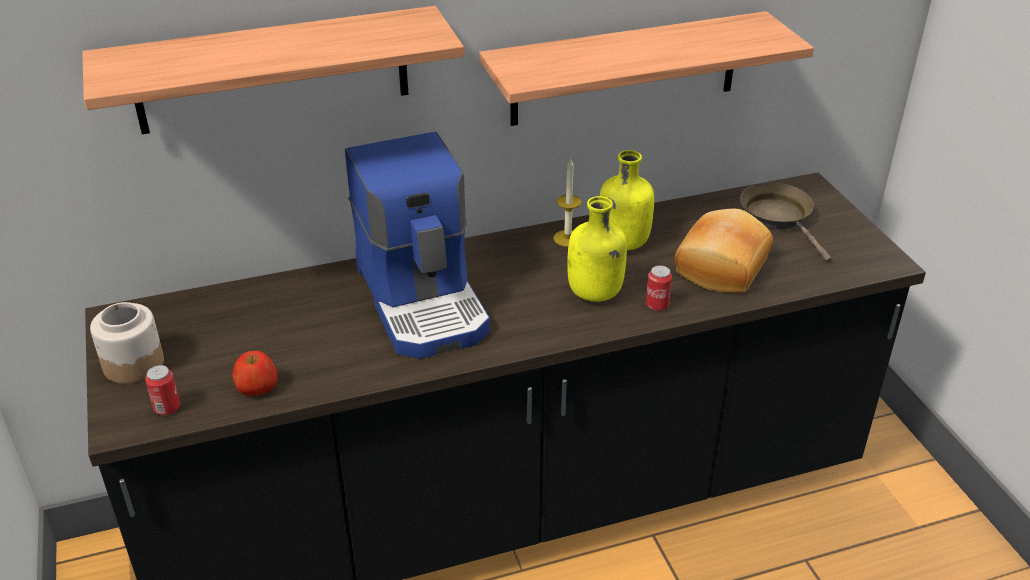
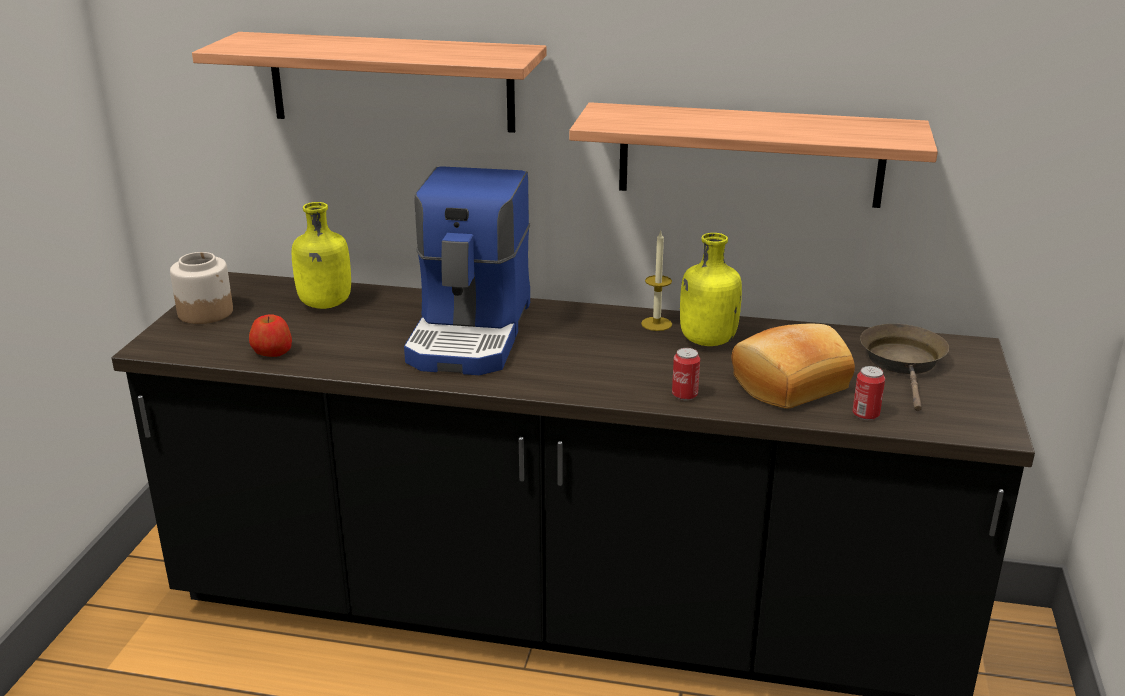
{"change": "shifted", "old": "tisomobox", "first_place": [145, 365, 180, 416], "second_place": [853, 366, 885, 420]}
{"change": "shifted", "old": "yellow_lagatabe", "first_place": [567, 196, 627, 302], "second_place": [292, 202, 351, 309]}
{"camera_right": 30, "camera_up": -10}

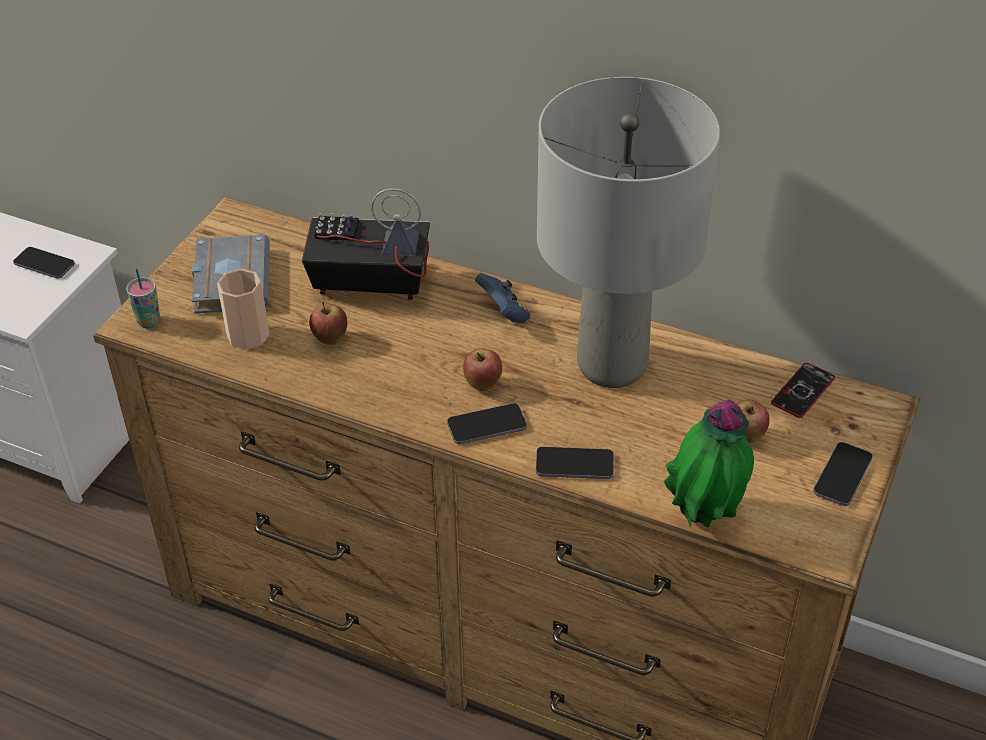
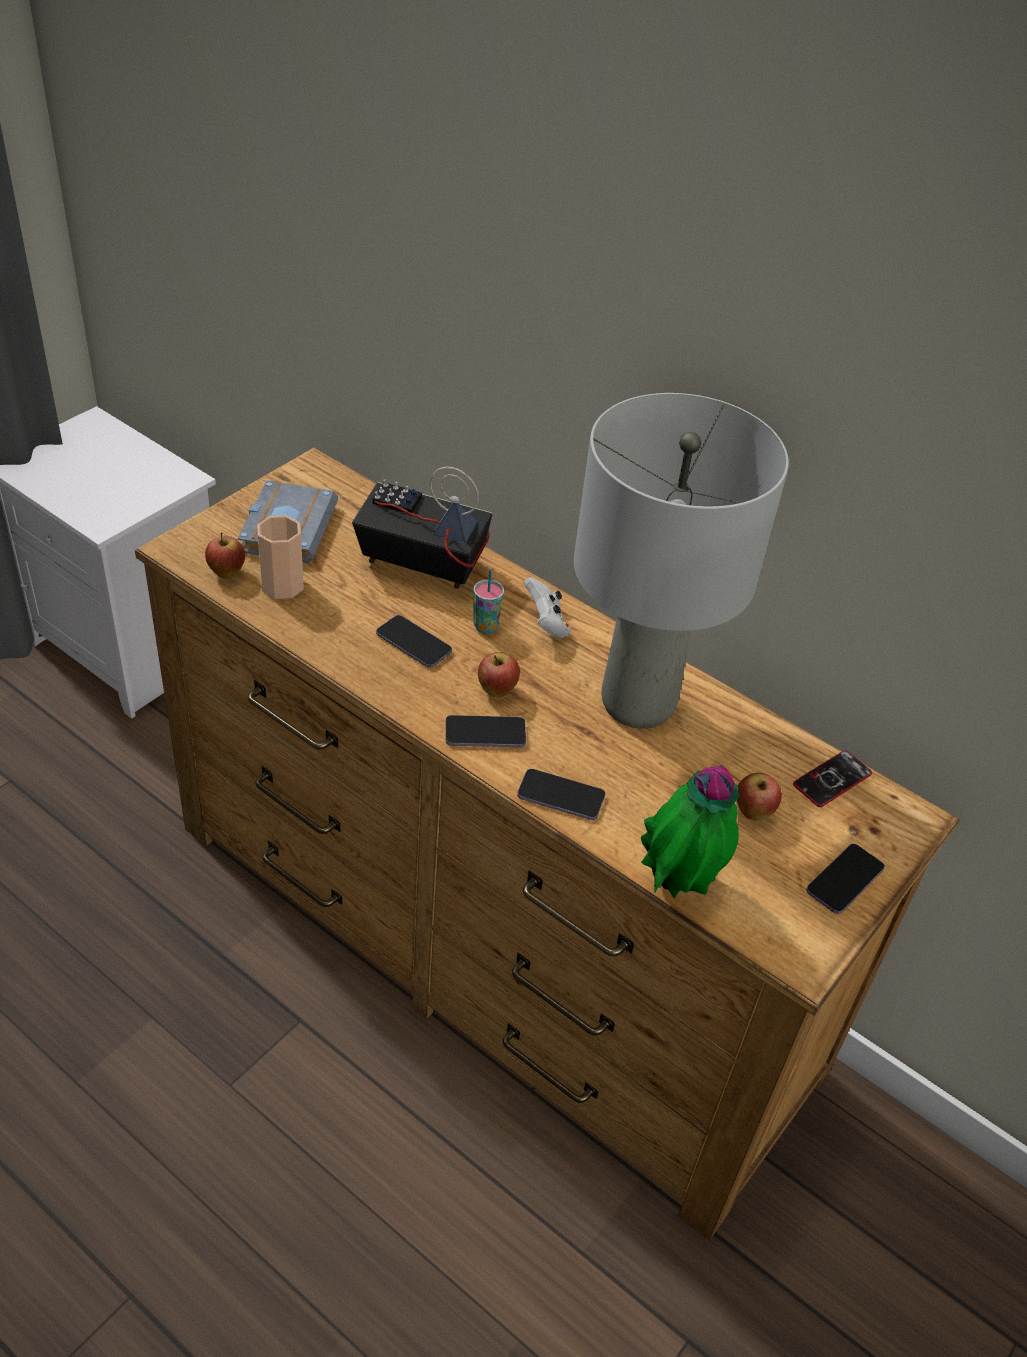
{"change": "shifted", "old": "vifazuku", "first_place": [13, 247, 75, 279], "second_place": [376, 615, 452, 668]}
{"change": "shifted", "old": "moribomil", "first_place": [126, 268, 160, 328], "second_place": [473, 570, 504, 634]}
{"change": "shifted", "old": "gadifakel", "first_place": [309, 302, 347, 345], "second_place": [205, 533, 245, 579]}
{"change": "repainted", "old": "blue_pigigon", "new": "white_pigigon", "first_place": [475, 273, 530, 323], "second_place": [523, 577, 571, 638]}
{"camera_right": 10, "camera_up": 0}

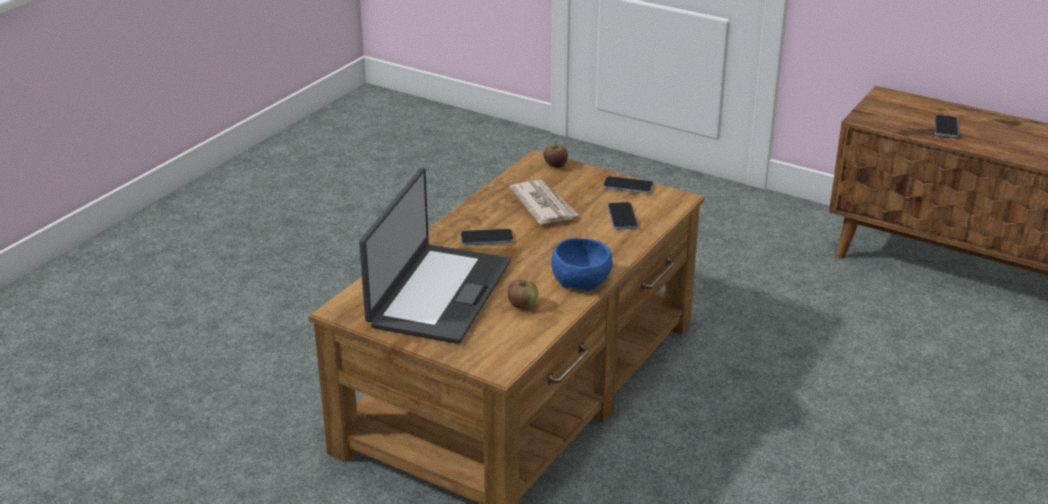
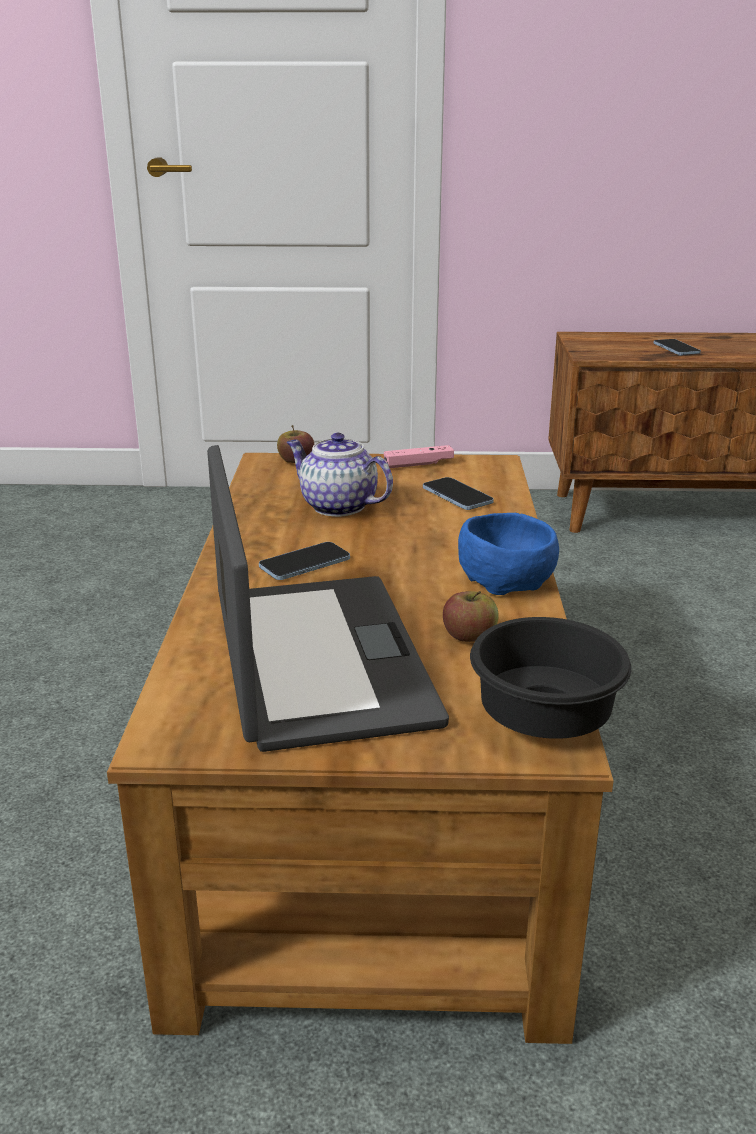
{"change": "new", "new": "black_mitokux", "second_place": [470, 617, 631, 739]}
{"change": "swapped", "old": "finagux", "new": "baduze", "first_place": [510, 180, 579, 225], "second_place": [287, 433, 393, 517]}
{"change": "swapped", "old": "vifazuku", "new": "pink_pigigon", "first_place": [603, 176, 654, 194], "second_place": [384, 445, 454, 468]}
{"camera_right": -30, "camera_up": -5}

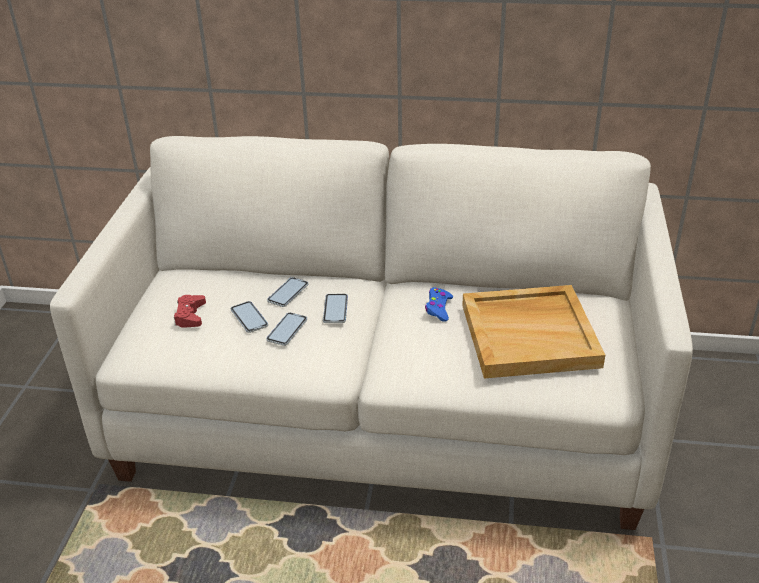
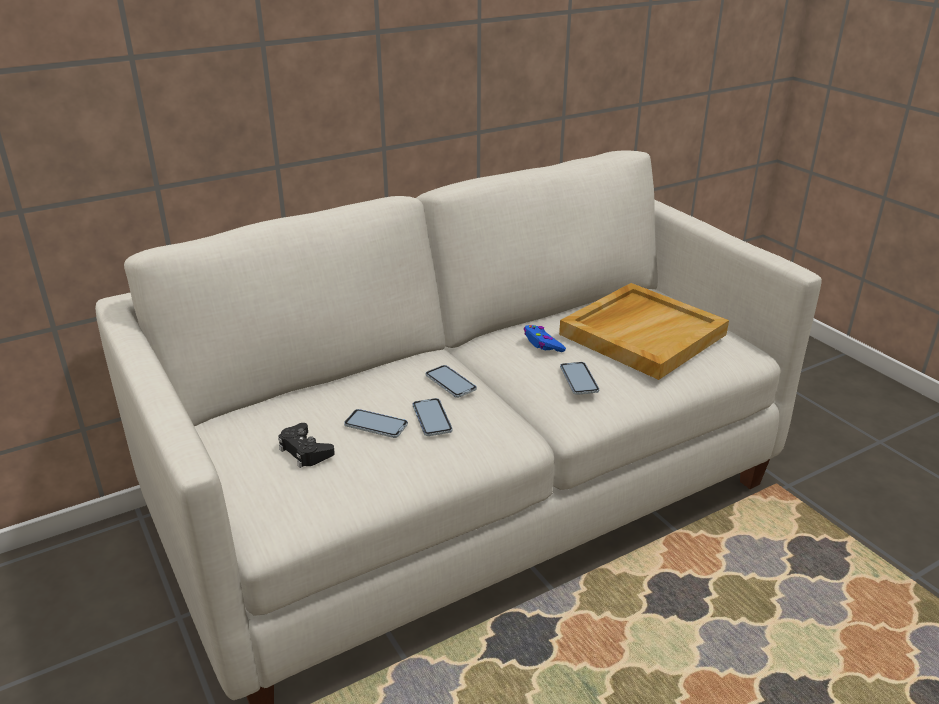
{"change": "shifted", "old": "vifazuku", "first_place": [267, 277, 309, 307], "second_place": [560, 362, 599, 395]}
{"change": "repainted", "old": "red_pigigon", "new": "black_pigigon", "first_place": [174, 295, 206, 328], "second_place": [278, 423, 335, 468]}
{"camera_right": -40, "camera_up": -5}

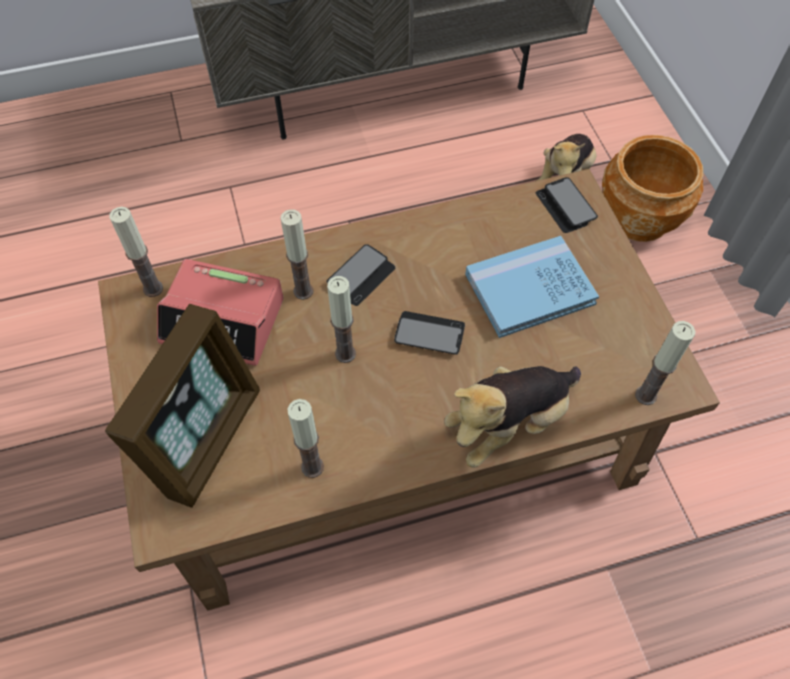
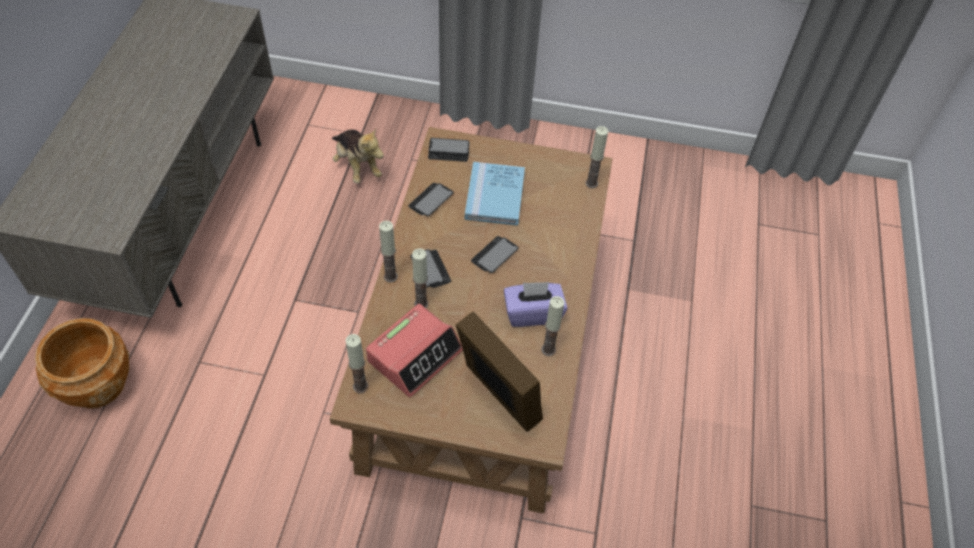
{"change": "gone", "old": "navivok", "first_place": [444, 366, 581, 468]}
{"change": "new", "new": "vifazuku", "second_place": [408, 183, 454, 216]}
{"change": "new", "new": "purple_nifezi", "second_place": [504, 282, 567, 327]}
{"change": "shifted", "old": "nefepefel", "first_place": [327, 276, 356, 363], "second_place": [379, 221, 398, 283]}
{"change": "shifted", "old": "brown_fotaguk", "first_place": [602, 135, 703, 242], "second_place": [35, 318, 129, 408]}
{"camera_right": -65, "camera_up": -5}

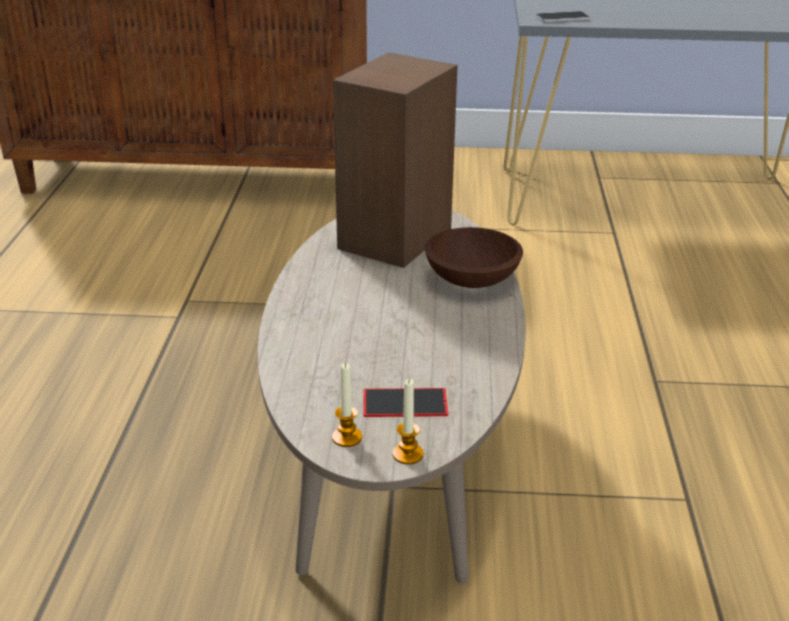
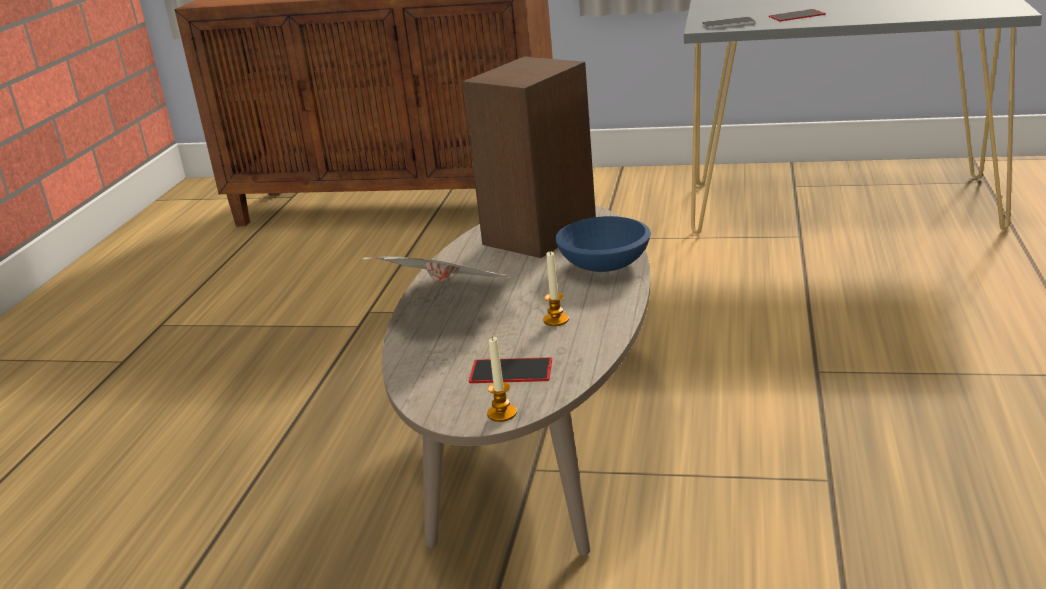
{"change": "new", "new": "finagux", "second_place": [362, 257, 510, 282]}
{"change": "new", "new": "vifazuku", "second_place": [769, 9, 826, 21]}
{"change": "shifted", "old": "nefepefel", "first_place": [332, 363, 362, 447], "second_place": [543, 252, 569, 326]}
{"change": "repainted", "old": "brown_mitokux", "new": "blue_mitokux", "first_place": [425, 227, 523, 288], "second_place": [555, 216, 651, 272]}
{"camera_right": 10, "camera_up": -5}

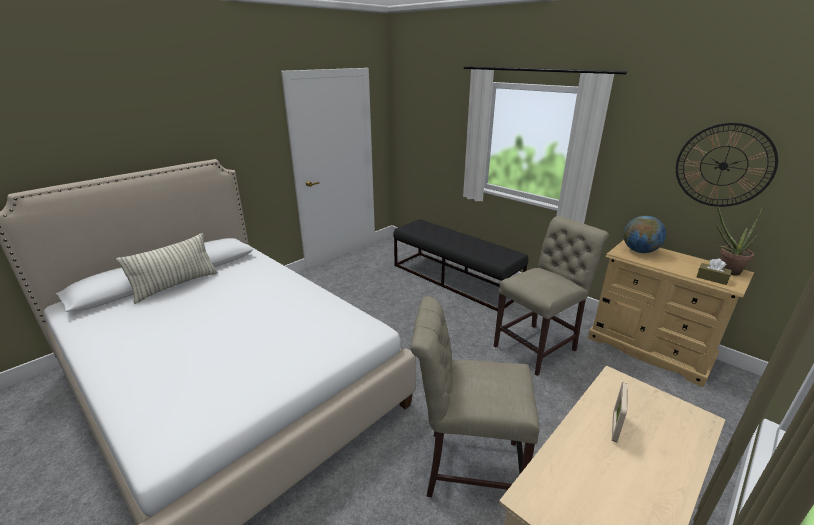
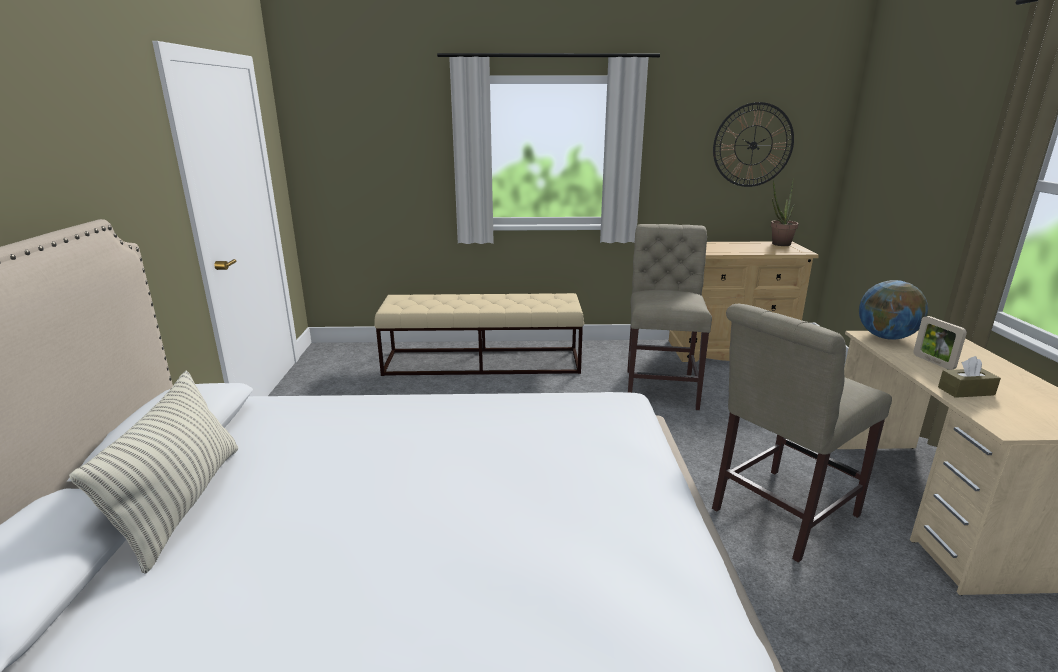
{"change": "shifted", "old": "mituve", "first_place": [623, 216, 666, 253], "second_place": [859, 280, 928, 340]}
{"change": "shifted", "old": "brown_nifezi", "first_place": [697, 259, 732, 285], "second_place": [938, 356, 1001, 398]}
{"change": "repainted", "old": "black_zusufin", "new": "beige_zusufin", "first_place": [393, 219, 528, 312], "second_place": [374, 293, 584, 376]}
{"camera_right": -45, "camera_up": -5}

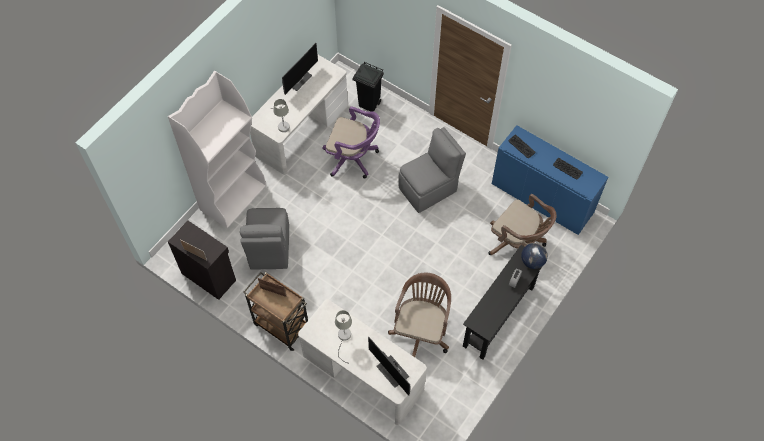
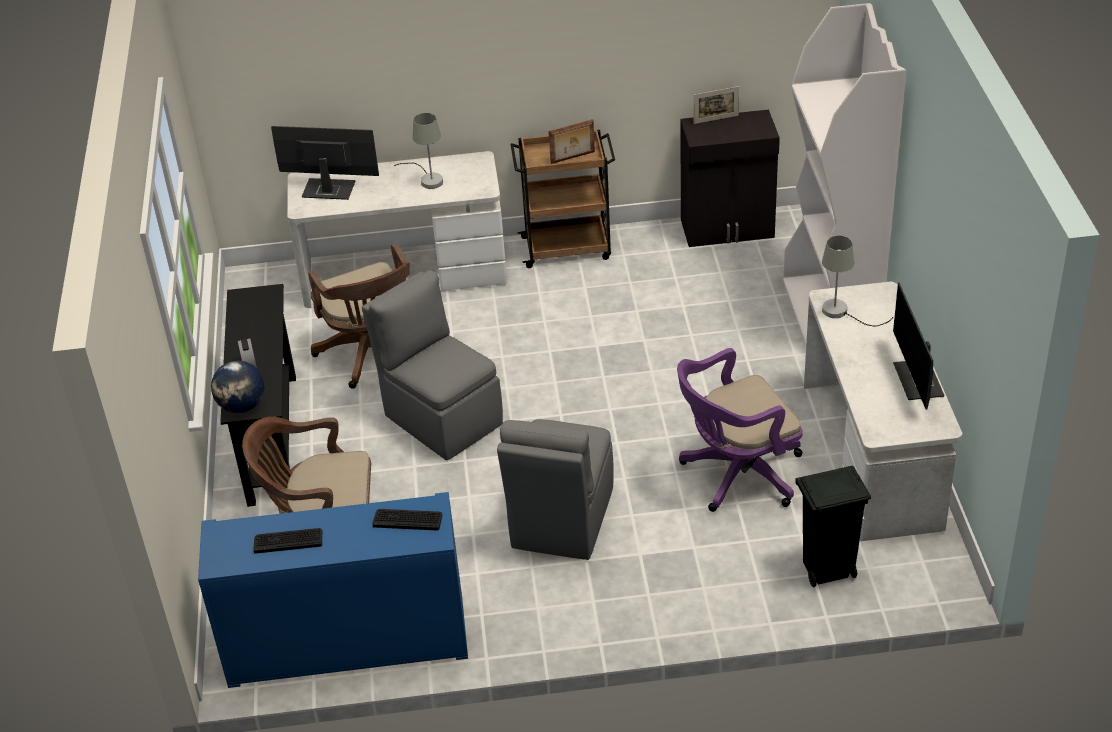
{"change": "shifted", "old": "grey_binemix", "first_place": [240, 208, 289, 269], "second_place": [362, 270, 503, 460]}
{"camera_right": 140, "camera_up": -20}

